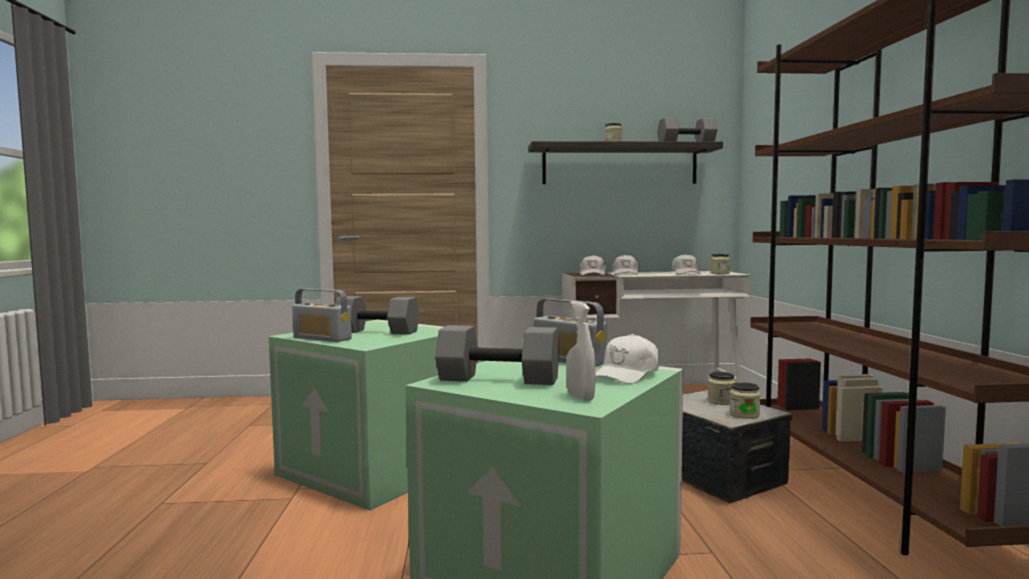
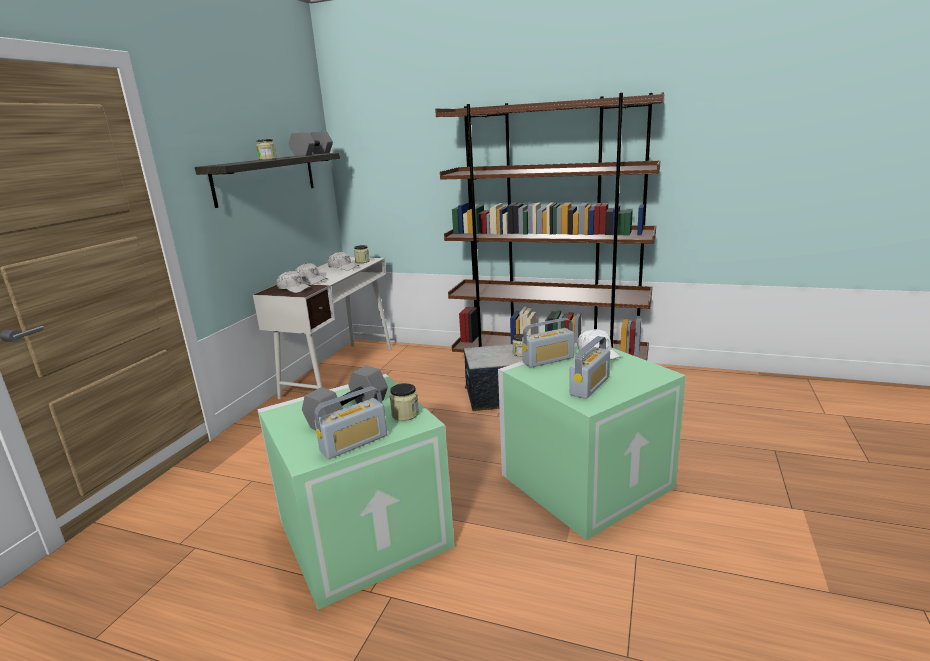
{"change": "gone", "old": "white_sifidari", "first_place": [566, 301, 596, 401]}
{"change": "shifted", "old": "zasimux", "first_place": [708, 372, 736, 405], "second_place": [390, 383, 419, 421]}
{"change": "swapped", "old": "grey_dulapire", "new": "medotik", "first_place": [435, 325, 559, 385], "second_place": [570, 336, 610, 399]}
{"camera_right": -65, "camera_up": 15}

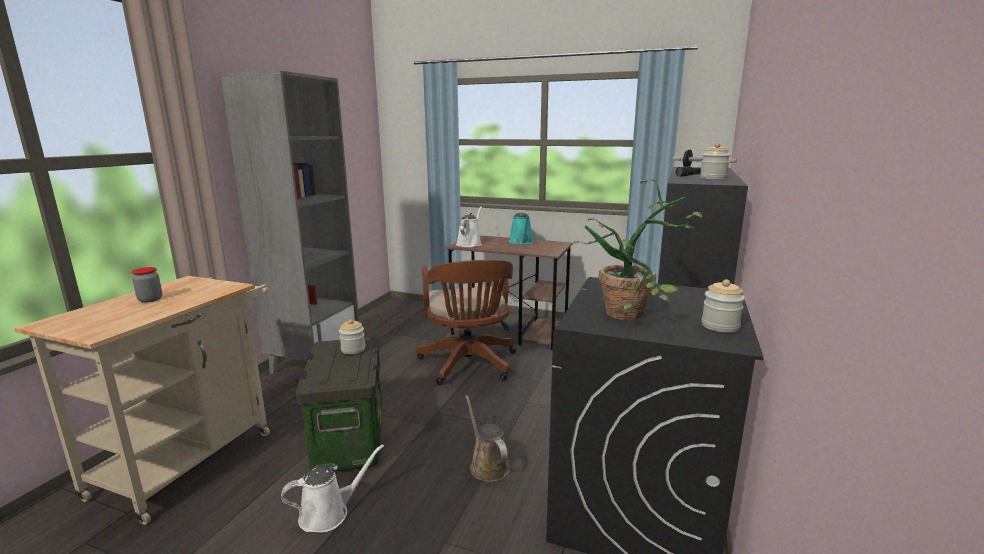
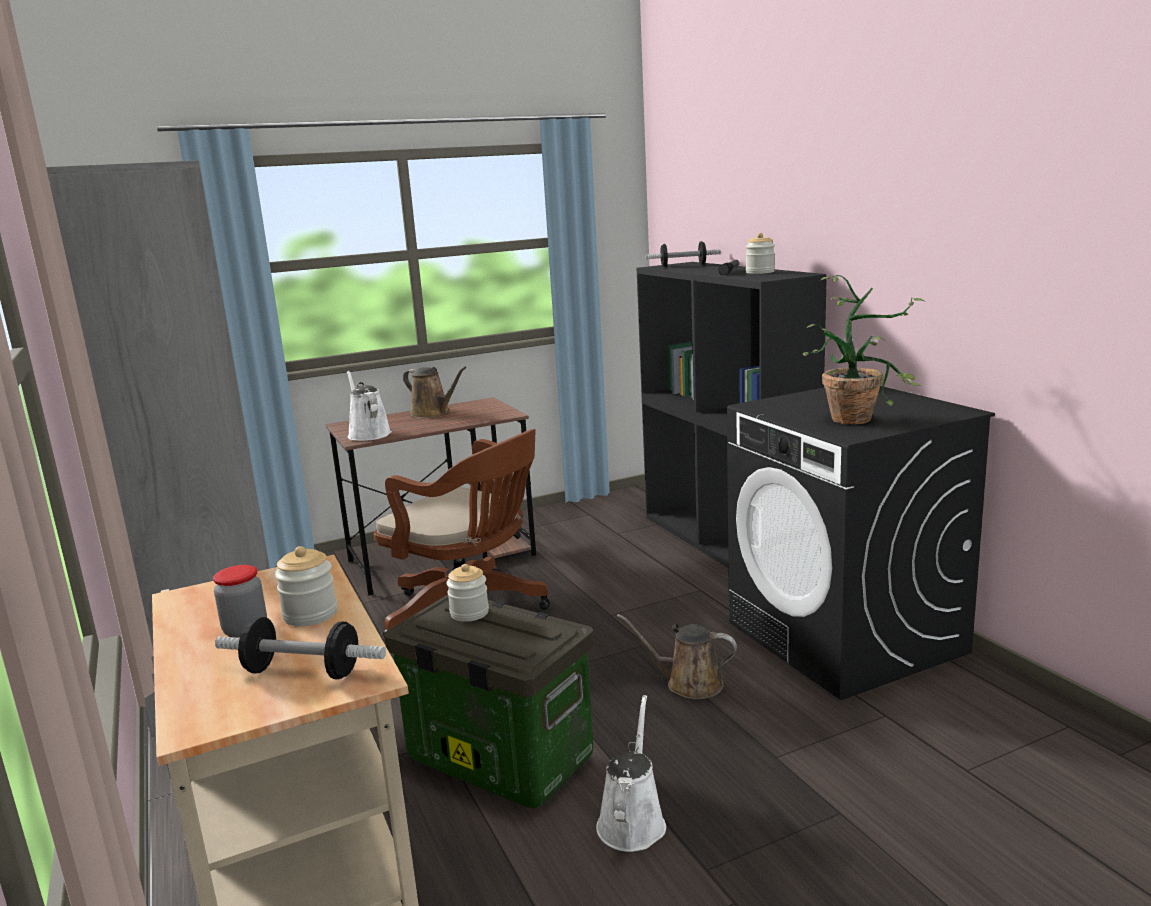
{"change": "new", "new": "dulapire", "second_place": [215, 617, 386, 679]}
{"change": "shifted", "old": "zasimux", "first_place": [702, 279, 745, 333], "second_place": [275, 546, 337, 626]}
{"change": "repainted", "old": "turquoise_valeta", "new": "brown_valeta", "first_place": [509, 213, 534, 245], "second_place": [403, 366, 467, 418]}
{"camera_right": -45, "camera_up": 0}

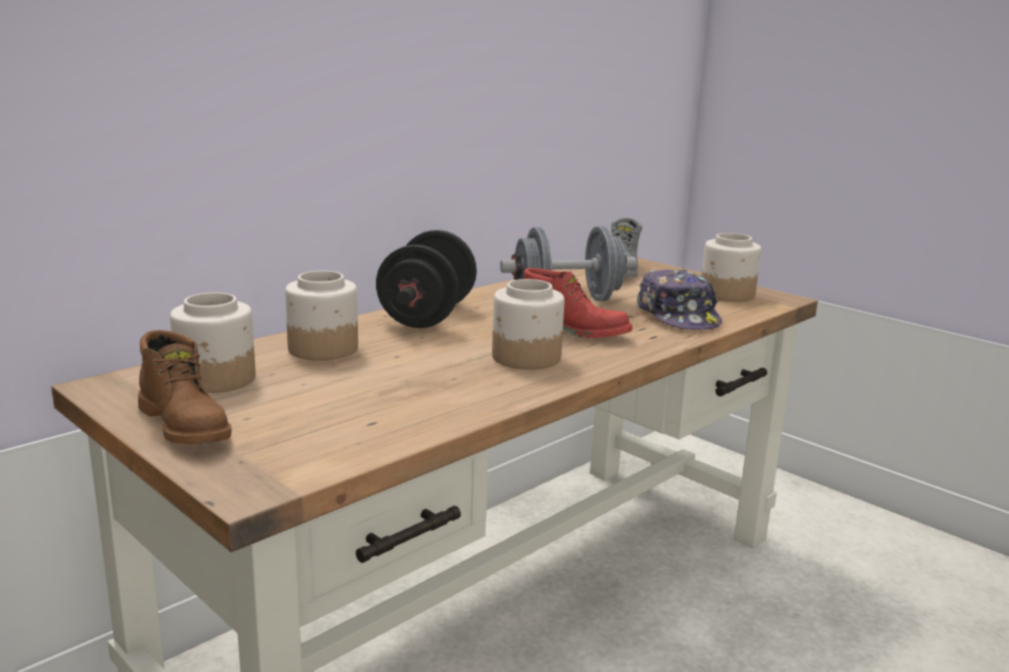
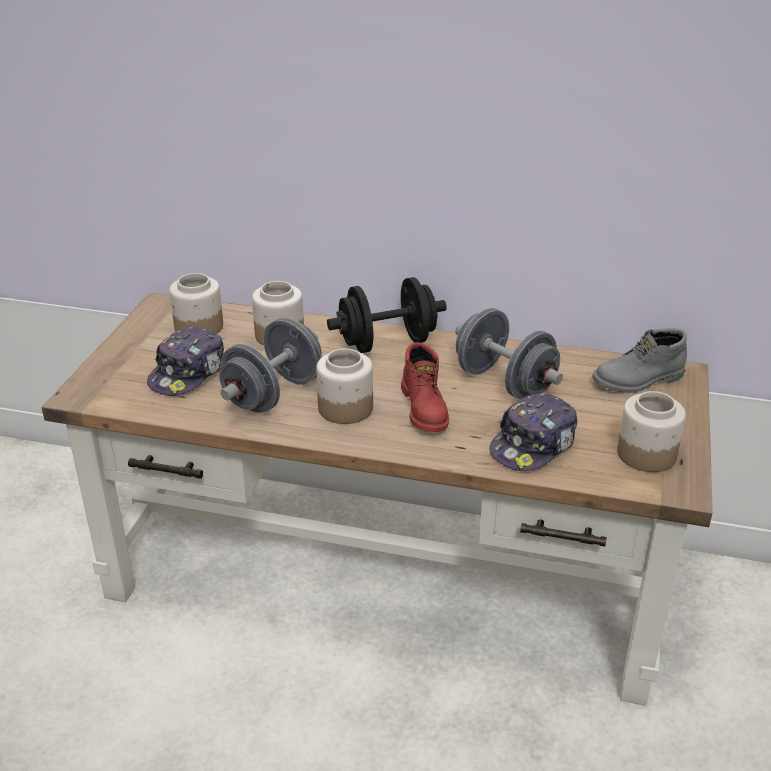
{"change": "gone", "old": "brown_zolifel", "first_place": [138, 330, 231, 444]}
{"change": "new", "new": "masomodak", "second_place": [147, 326, 224, 396]}
{"change": "new", "new": "grey_dulapire", "second_place": [219, 318, 322, 413]}
{"camera_right": 60, "camera_up": 15}

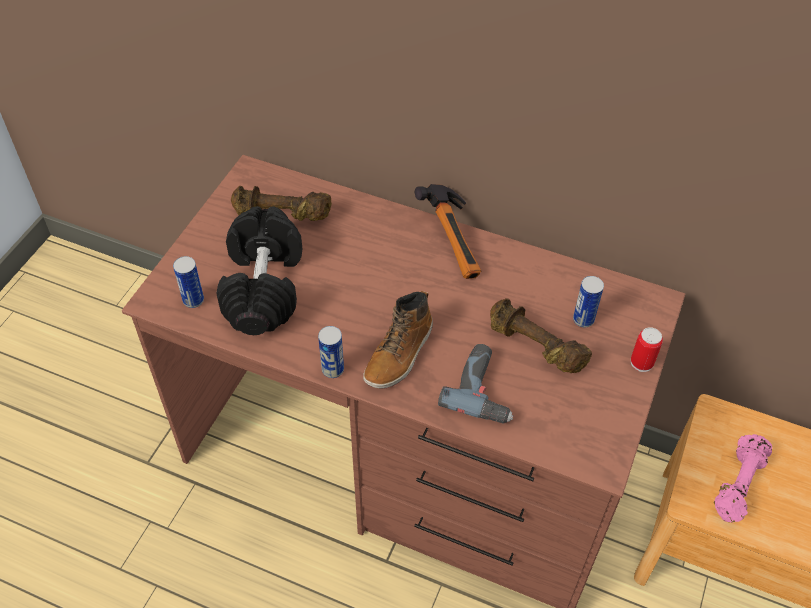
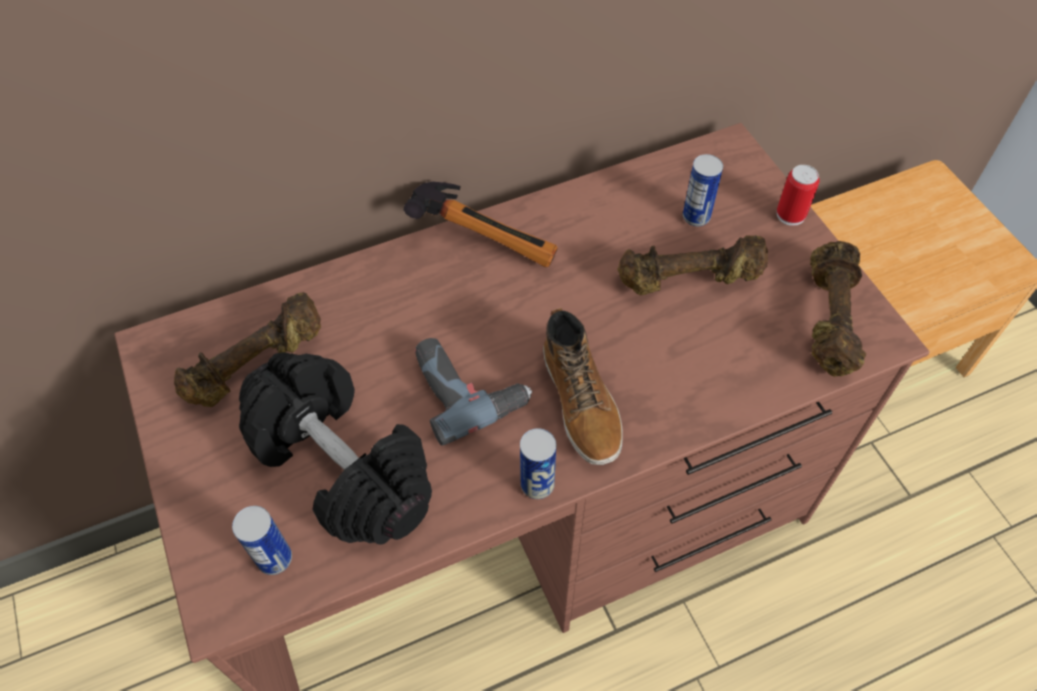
{"change": "gone", "old": "pink_dulapire", "first_place": [714, 434, 772, 522]}
{"change": "new", "new": "brown_dulapire", "second_place": [810, 241, 866, 377]}
{"change": "shifted", "old": "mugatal", "first_place": [438, 344, 513, 424], "second_place": [415, 338, 532, 445]}
{"camera_right": -45, "camera_up": 5}

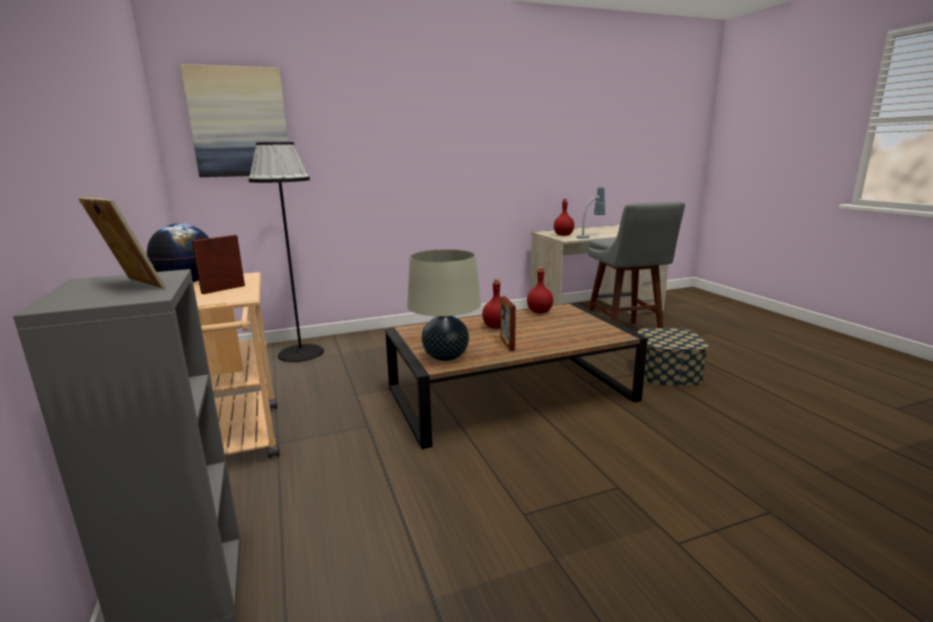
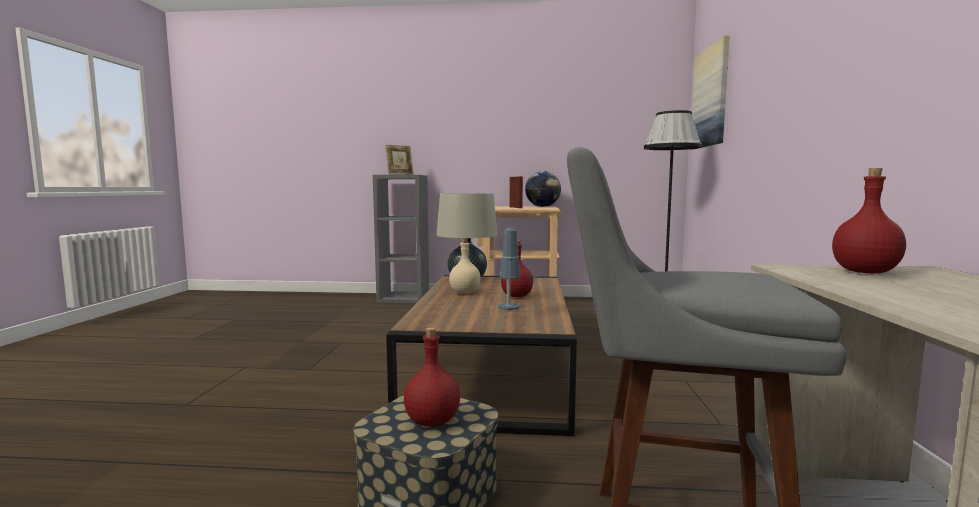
{"change": "shifted", "old": "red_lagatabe", "first_place": [527, 267, 553, 313], "second_place": [404, 327, 460, 427]}
{"change": "shifted", "old": "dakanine", "first_place": [576, 186, 605, 239], "second_place": [498, 227, 521, 310]}
{"change": "swapped", "old": "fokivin", "new": "beige_lagatabe", "first_place": [500, 296, 516, 351], "second_place": [449, 239, 481, 294]}
{"camera_right": 115, "camera_up": -10}

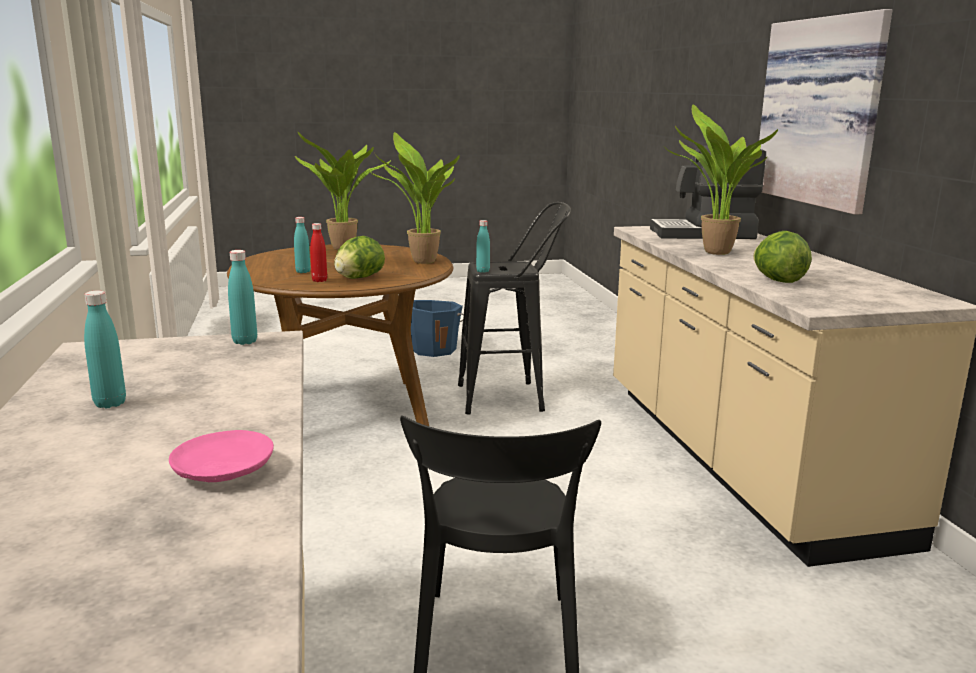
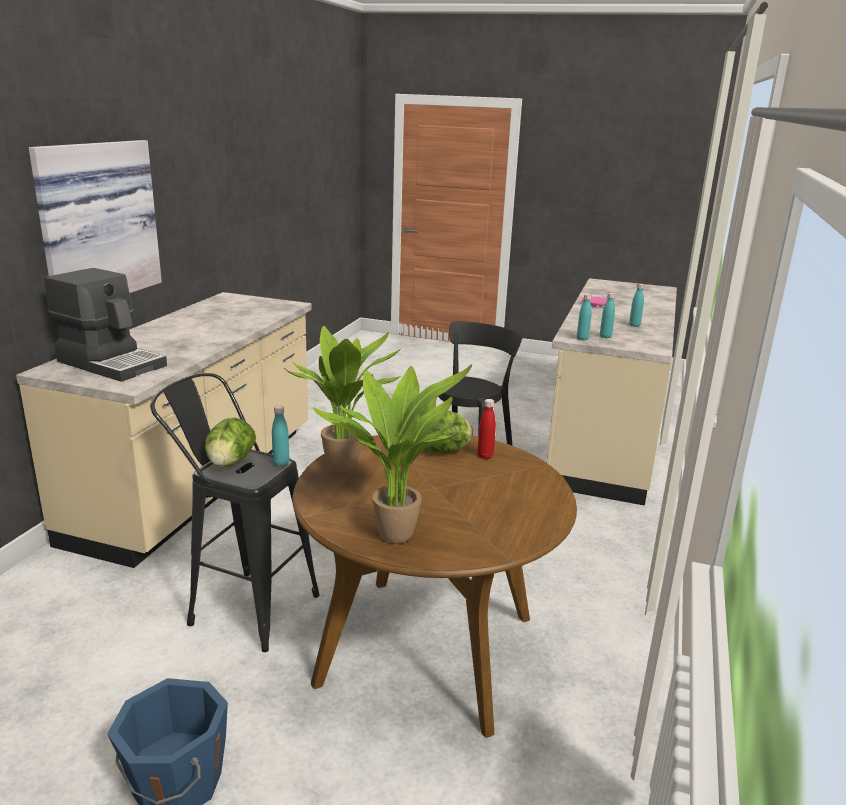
{"change": "gone", "old": "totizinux", "first_place": [666, 104, 778, 255]}
{"change": "shifted", "old": "turquoise_lagatabe", "first_place": [294, 217, 310, 273], "second_place": [600, 293, 615, 338]}
{"change": "shifted", "old": "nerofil", "first_place": [753, 231, 812, 283], "second_place": [205, 418, 256, 467]}
{"camera_right": -150, "camera_up": 5}

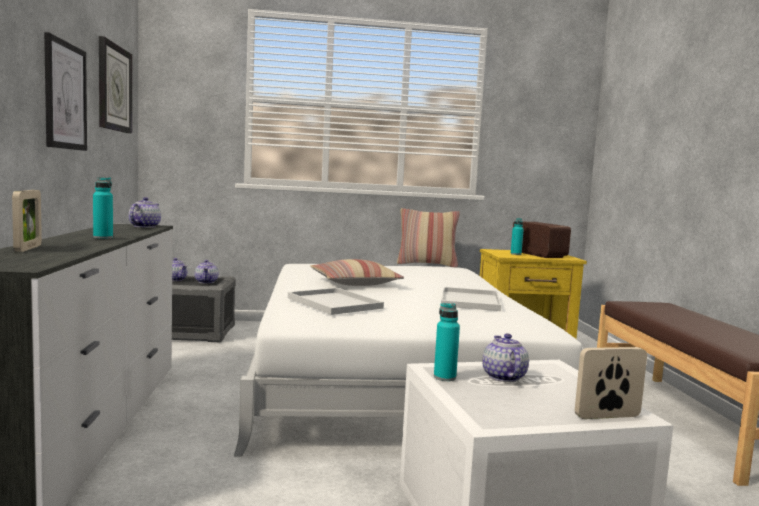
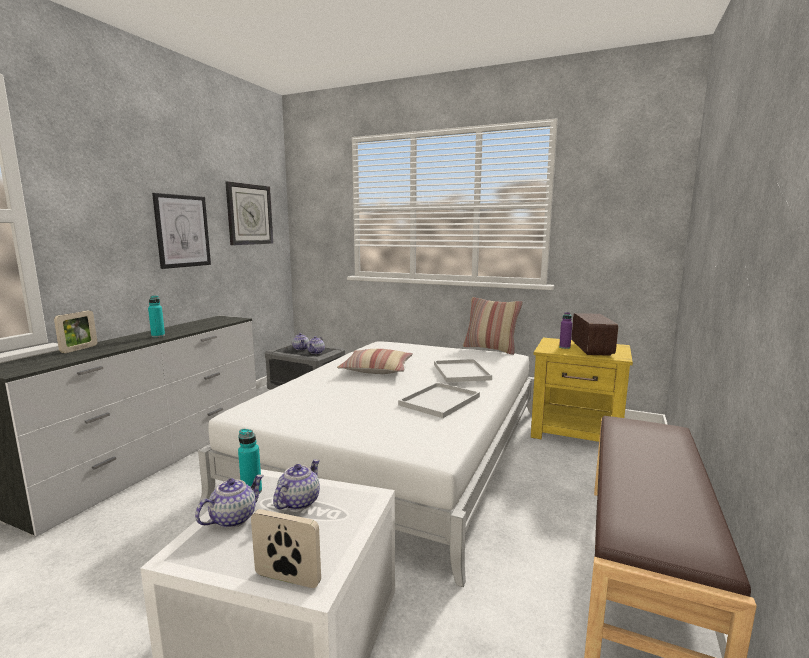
{"change": "shifted", "old": "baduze", "first_place": [129, 197, 161, 228], "second_place": [195, 474, 264, 528]}
{"change": "shifted", "old": "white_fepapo", "first_place": [288, 288, 384, 315], "second_place": [434, 359, 492, 382]}
{"change": "repainted", "old": "turquoise_lagatabe", "new": "purple_lagatabe", "first_place": [511, 218, 524, 255], "second_place": [559, 312, 572, 349]}
{"camera_right": 30, "camera_up": 5}

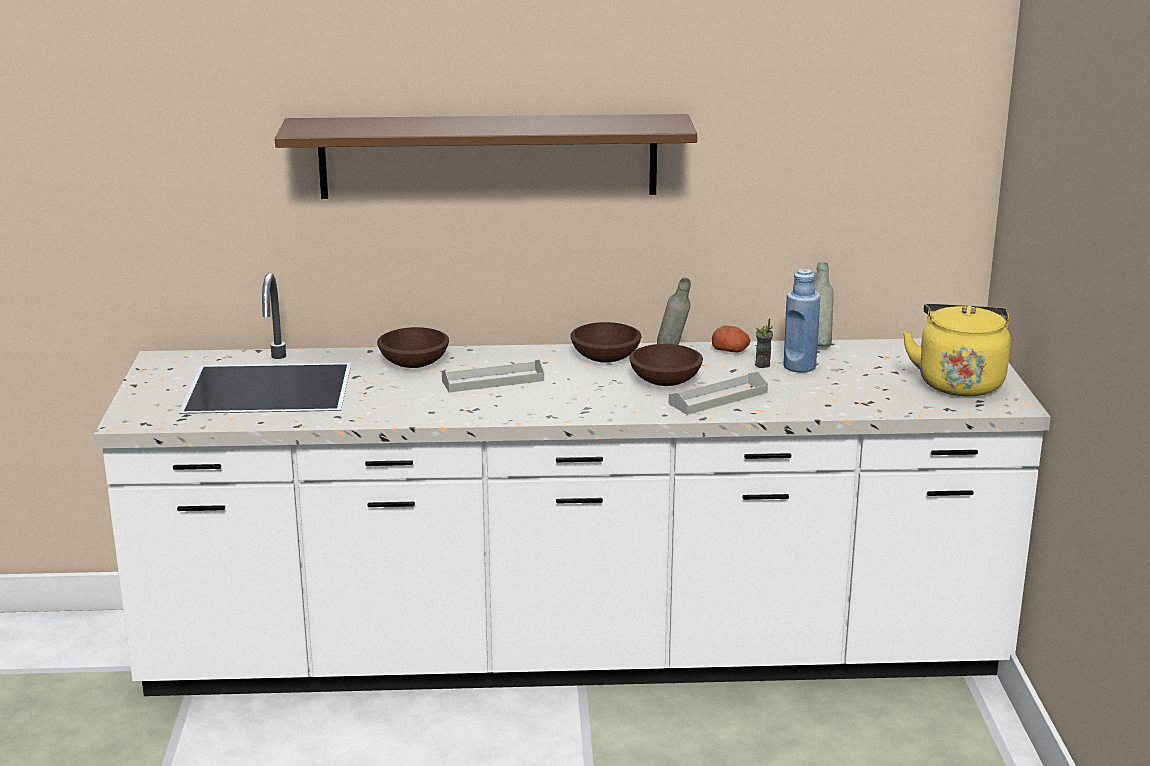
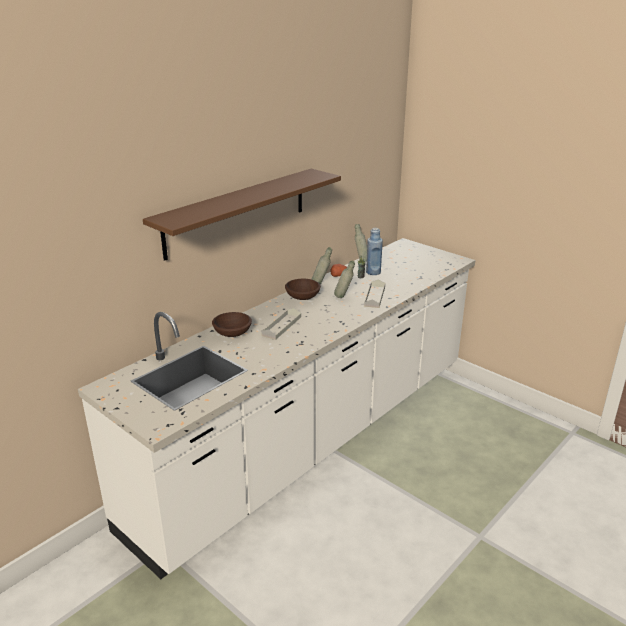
{"change": "gone", "old": "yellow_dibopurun", "first_place": [902, 303, 1011, 396]}
{"change": "swapped", "old": "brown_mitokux", "new": "grey_lagatabe", "first_place": [629, 344, 703, 386], "second_place": [334, 261, 355, 298]}
{"camera_right": -45, "camera_up": 5}

